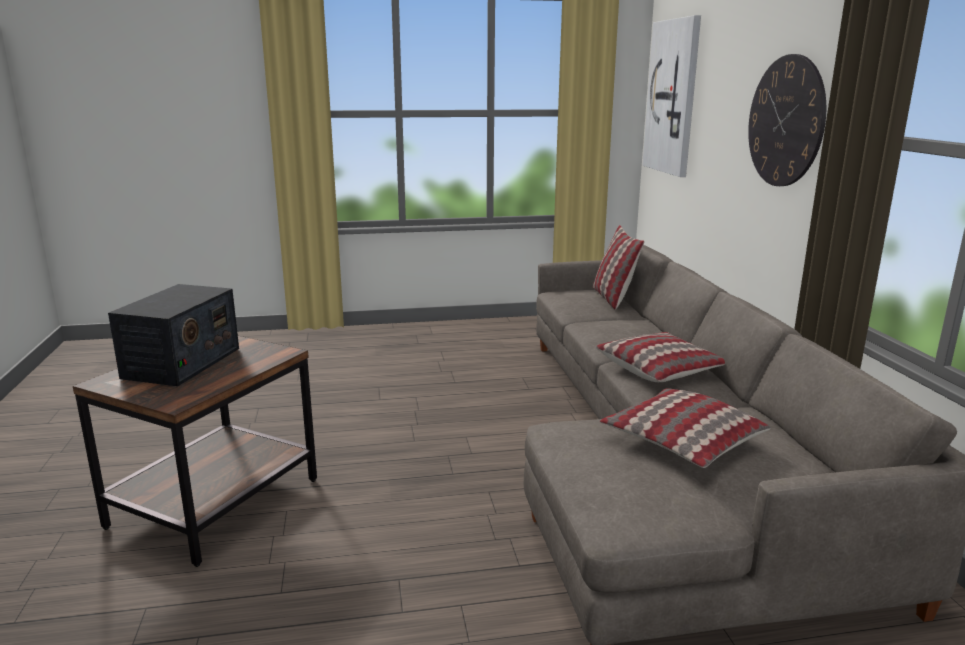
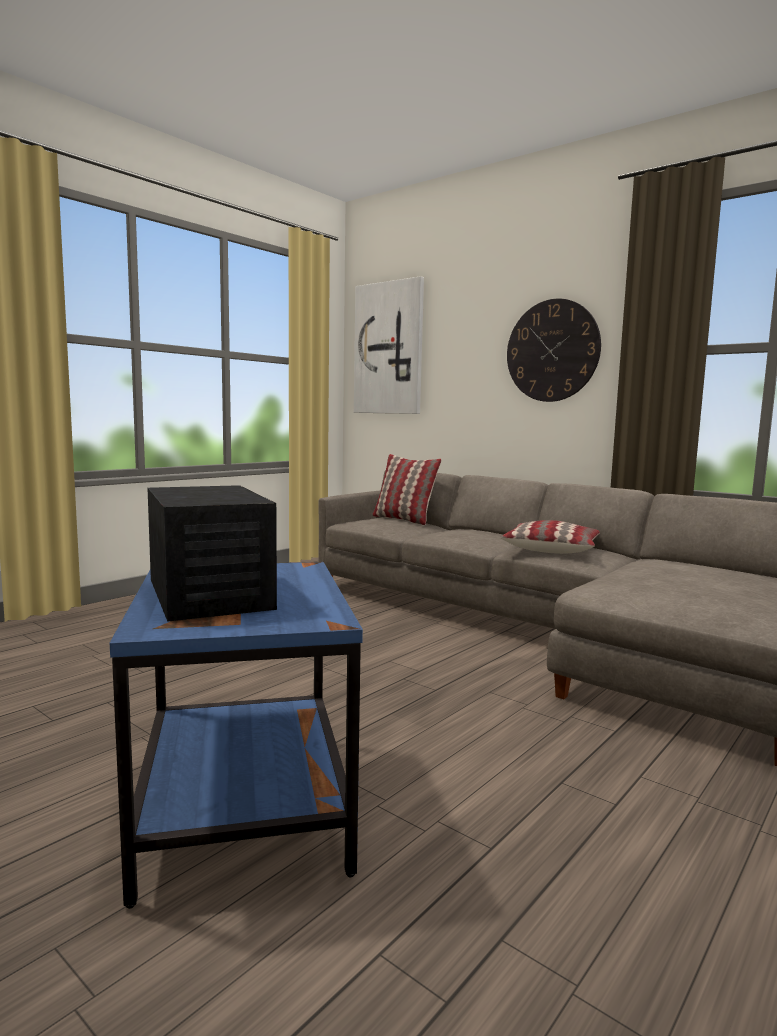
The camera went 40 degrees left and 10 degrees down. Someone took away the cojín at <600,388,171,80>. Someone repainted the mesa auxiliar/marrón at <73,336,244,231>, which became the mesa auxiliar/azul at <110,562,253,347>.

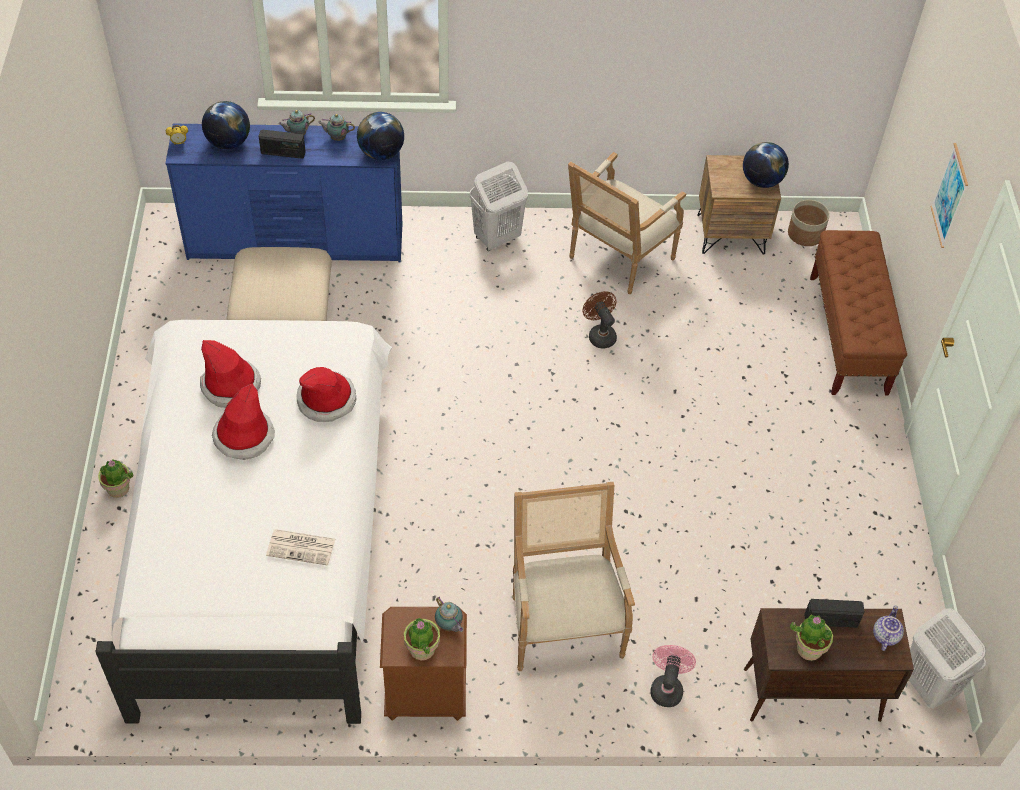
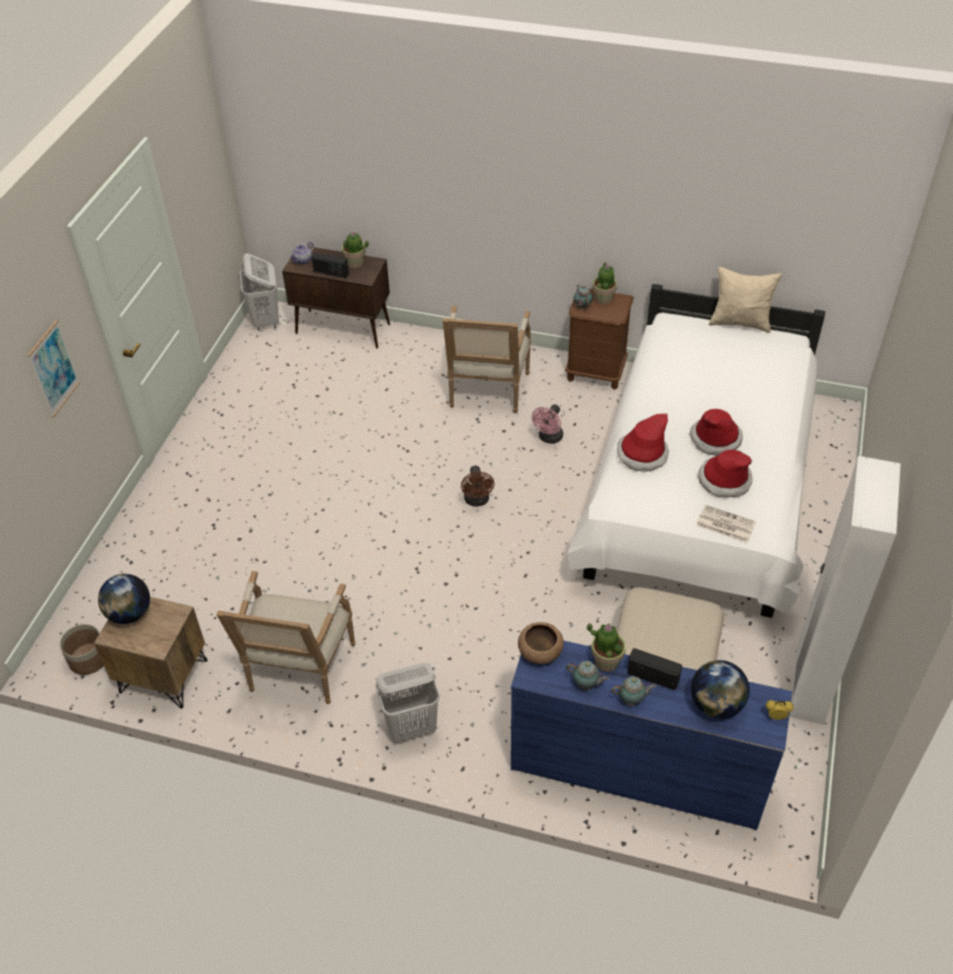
The camera went 160 degrees left and 5 degrees down. Someone took away the banco/marrón at <810,230,97,166>. Someone put down the cojín/beis at <709,267,73,66>. Someone put down the armario ropero/blanco at <790,456,111,269>. Someone carried the planta en maceta from <98,459,35,39> to <587,623,39,49>. Someone carried the periódico from <266,529,69,37> to <696,505,60,38>. Someone carried the ventilador/marrón from <583,291,34,58> to <461,466,33,40>. Someone carried the ventilador/rosa from <650,645,46,62> to <532,404,31,40>. Someone swapped the globo terráqueo at <357,112,47,48> for the cuenco/marrón at <518,622,46,42>. Someone rotated the sillón at <568,152,118,142> by 135 degrees clockwise.

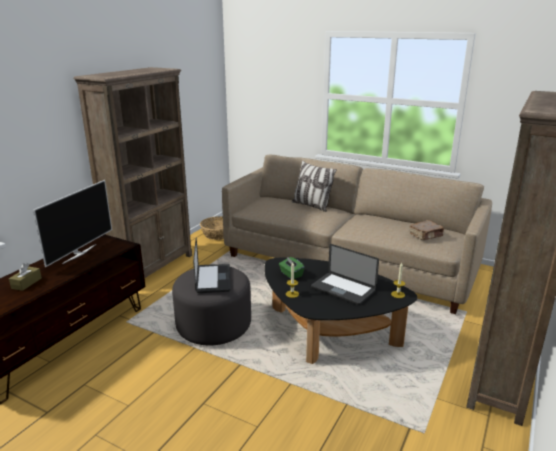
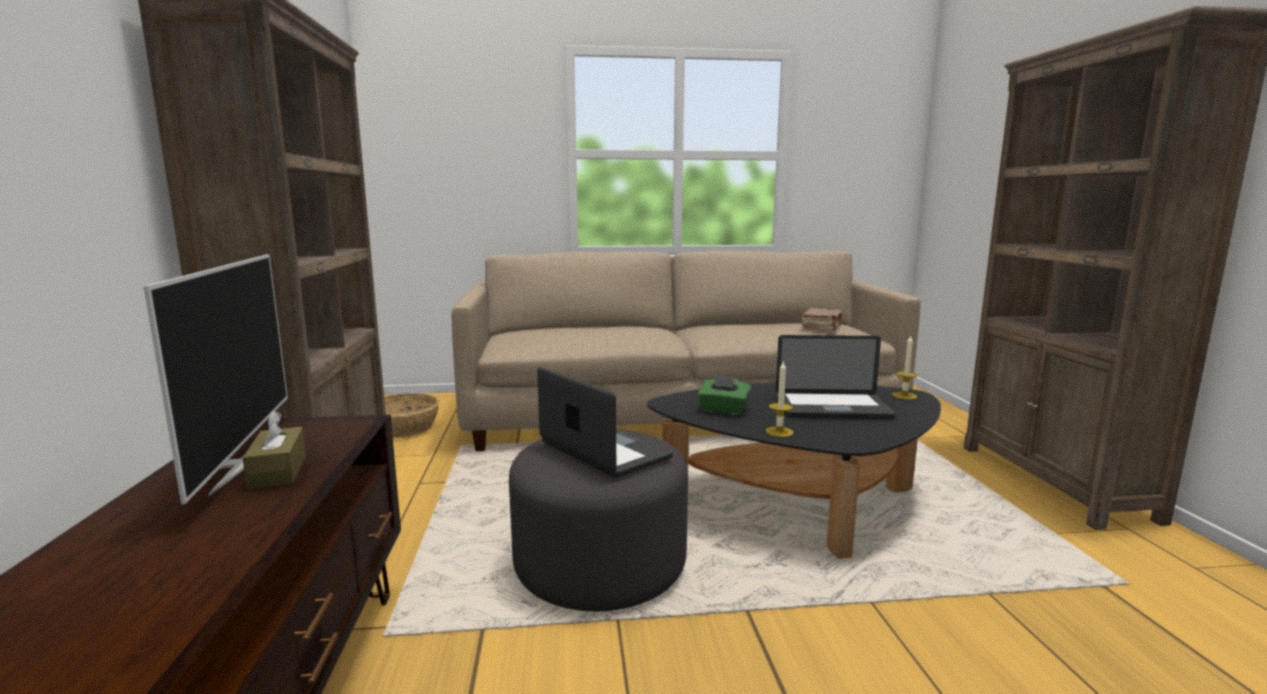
The camera went 35 degrees left and 10 degrees down. Someone took away the cojín at <292,161,45,51>. Someone carried the caja de pañuelos/marrón from <9,263,33,28> to <242,410,64,79>.

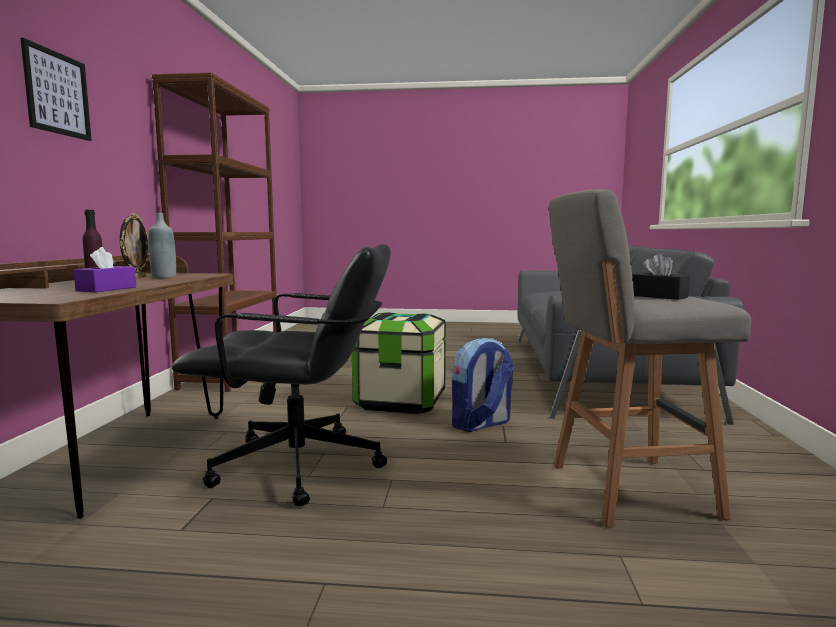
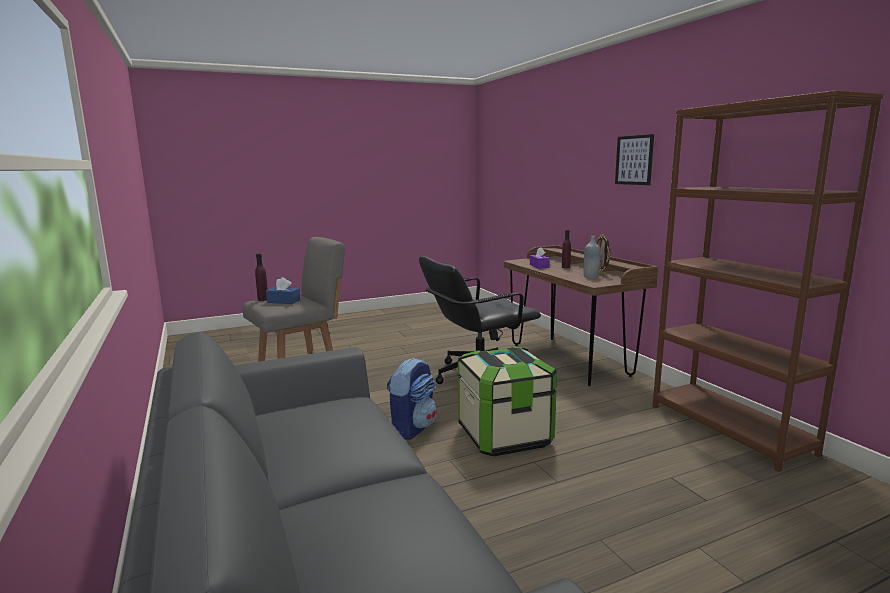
The camera went 150 degrees right and 5 degrees up. Someone put down the botella/morado at <255,254,13,47>. Someone repainted the caja de pañuelos/negro at <632,253,58,47>, which became the caja de pañuelos/azul at <266,277,34,27>.

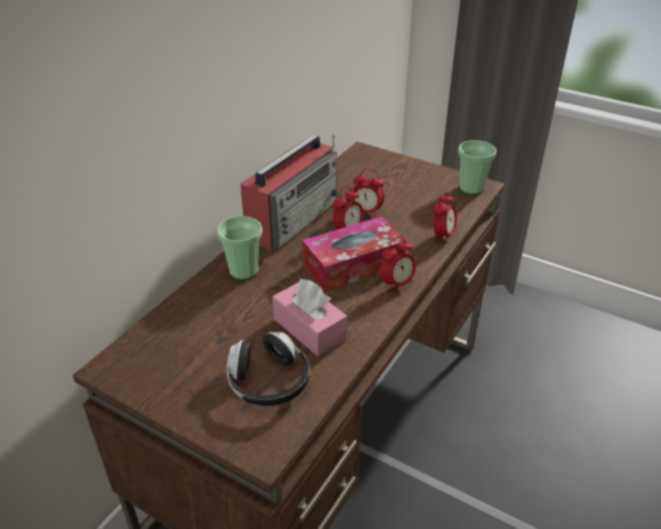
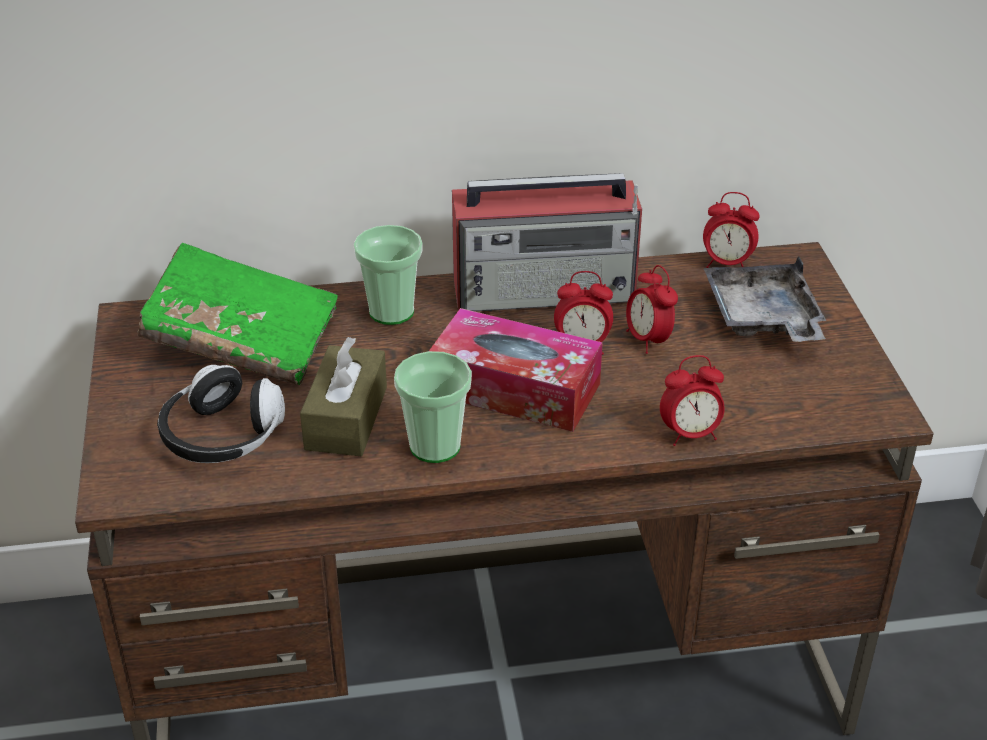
The camera went 50 degrees right and 0 degrees up. Someone put down the libro/verde at <137,243,201,142>. Someone put down the bandeja/gris at <704,256,122,86>. Someone carried the despertador from <380,237,36,56> to <703,192,57,76>. Someone carried the taza from <458,140,39,55> to <394,351,78,112>. Someone repainted the caja de pañuelos/rosa at <272,279,75,77>, which became the caja de pañuelos/marrón at <300,337,87,119>.

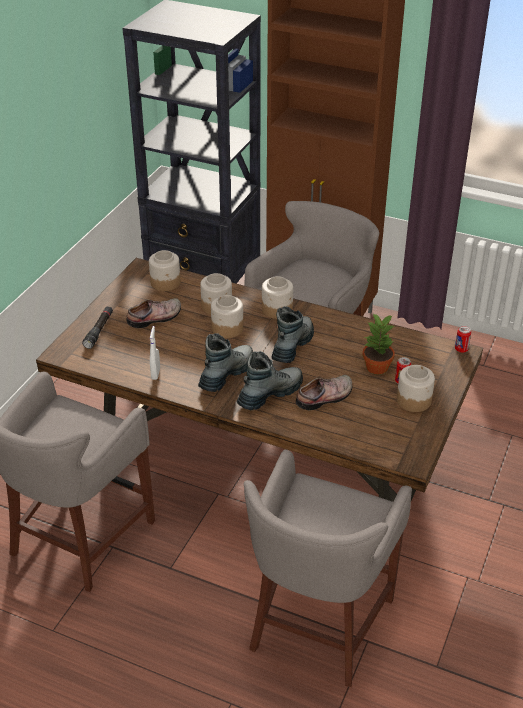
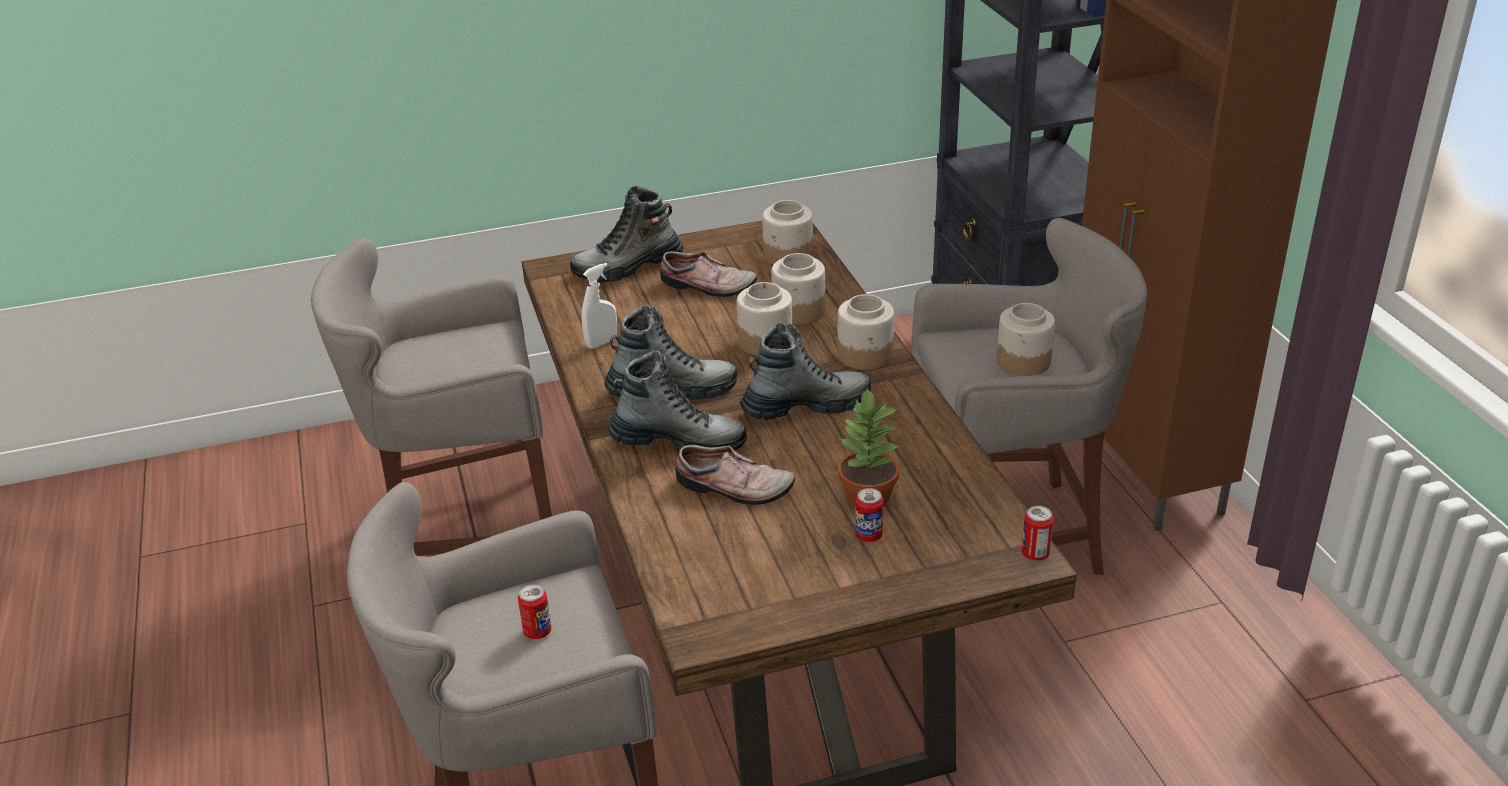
The camera went 50 degrees right and 5 degrees down. Someone put down the lata at <518,584,33,55>. Someone carried the tarro from <397,365,38,47> to <997,303,58,73>. Someone swapped the linterna/negro at <82,306,31,43> for the bota at <570,186,114,97>.

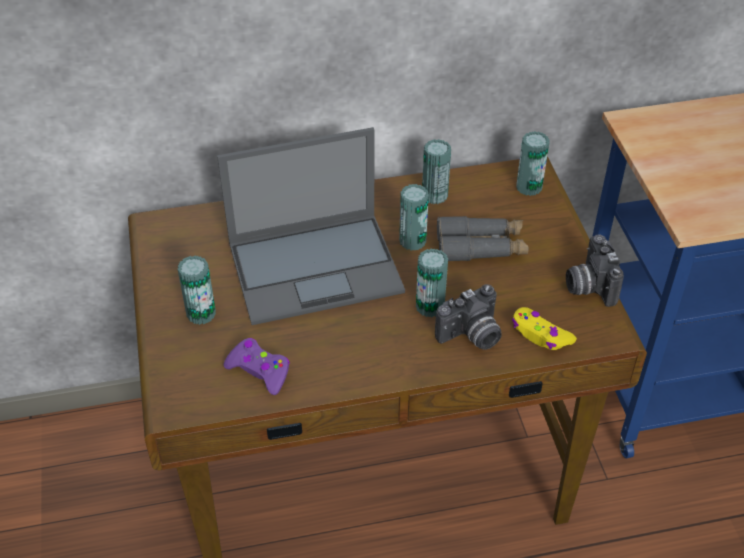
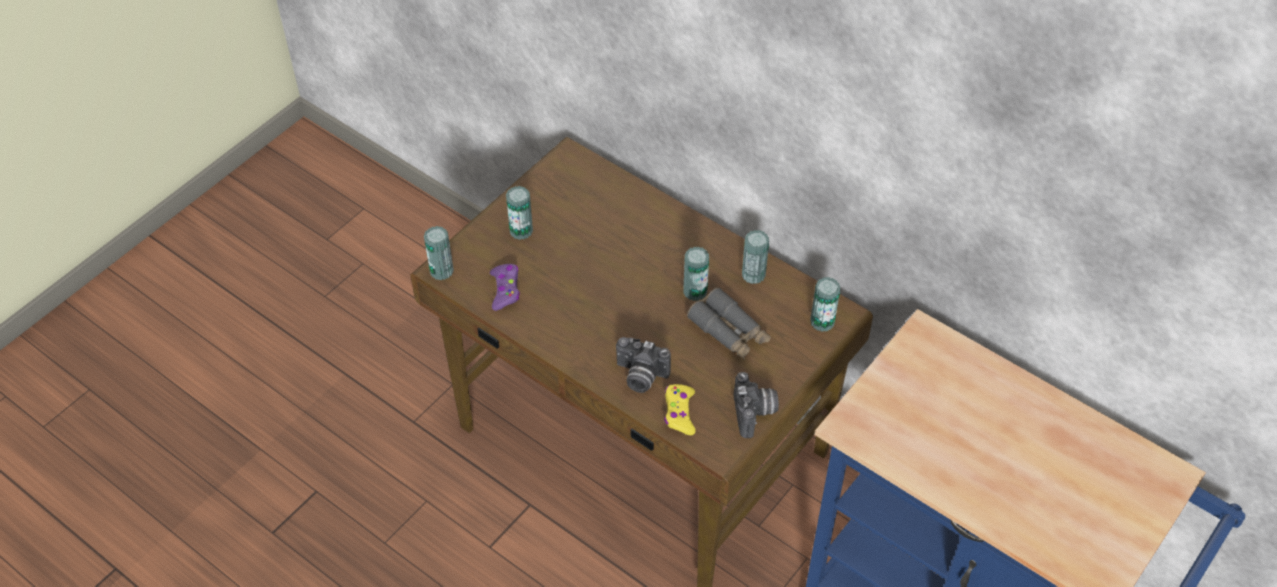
The camera went 50 degrees right and 5 degrees up. Someone took away the portátil at <217,127,188,198>. Someone carried the lata from <416,248,32,69> to <424,226,30,54>. Someone rotated the cámara at <566,235,58,72> by 135 degrees clockwise.

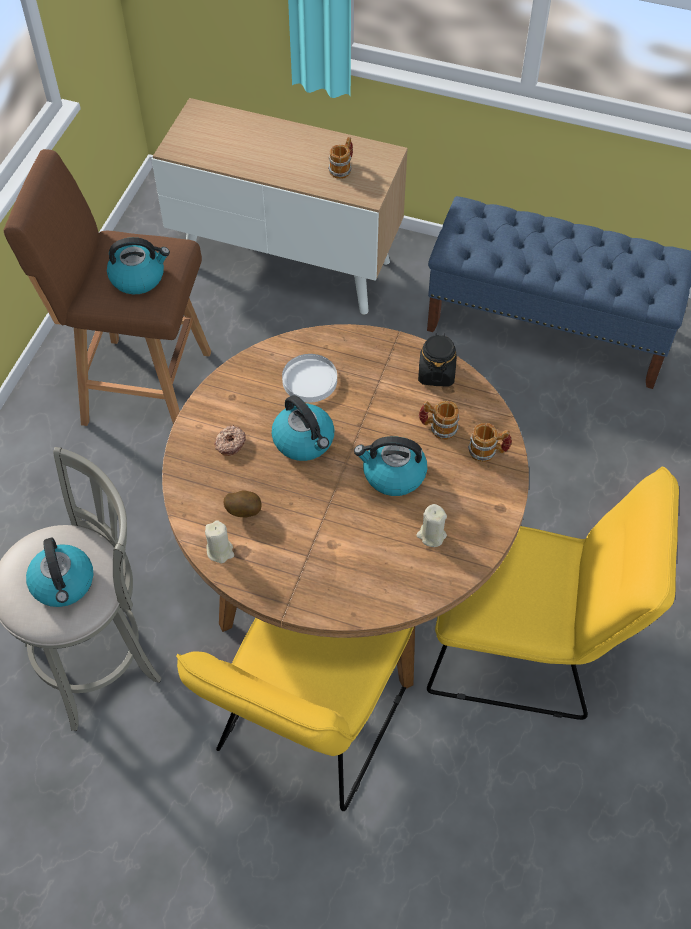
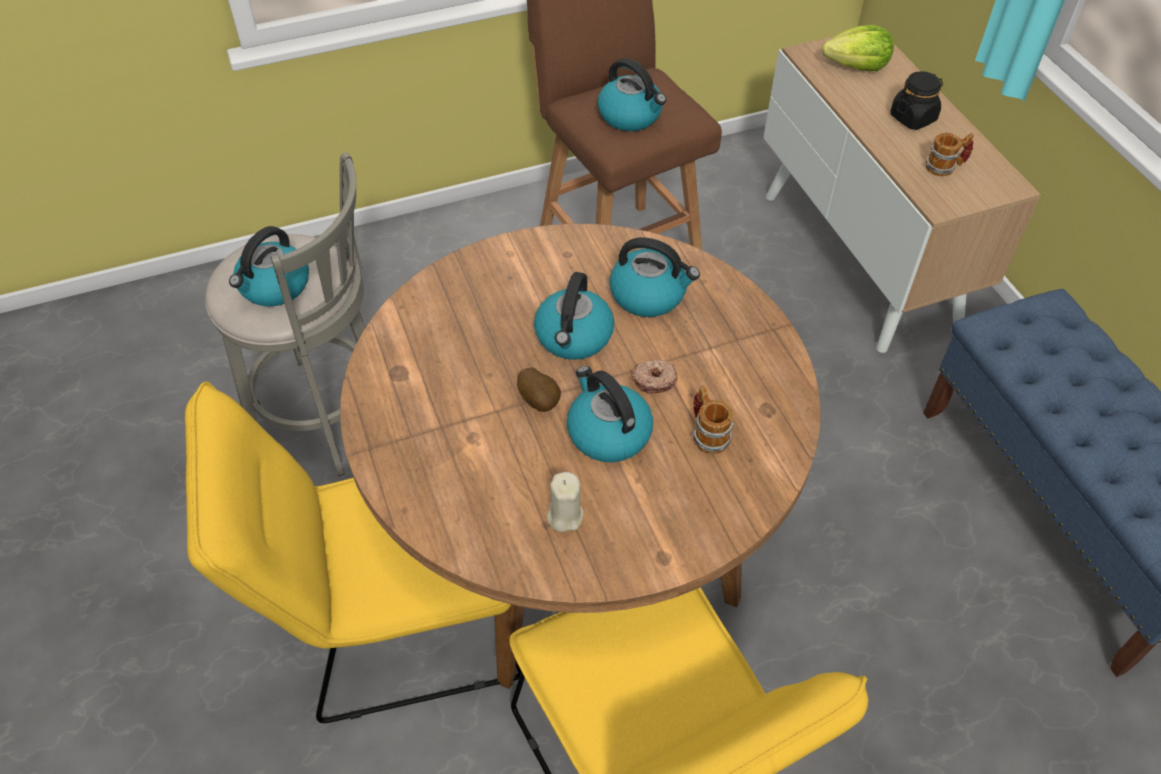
The camera went 50 degrees right and 5 degrees down. Someone took away the vela/beis at <205,520,29,43>. Someone took away the taza grande at <468,423,44,39>. Someone put down the lechuga at <822,25,72,46>. Someone carried the rosquilla from <214,425,32,31> to <632,360,45,34>. Someone carried the patata from <224,490,38,27> to <517,367,44,45>. Someone carried the tarro/negro from <418,333,39,54> to <890,71,53,59>. Someone swapped the plato/blanco at <282,354,55,49> for the hervidor at <609,237,91,80>.

